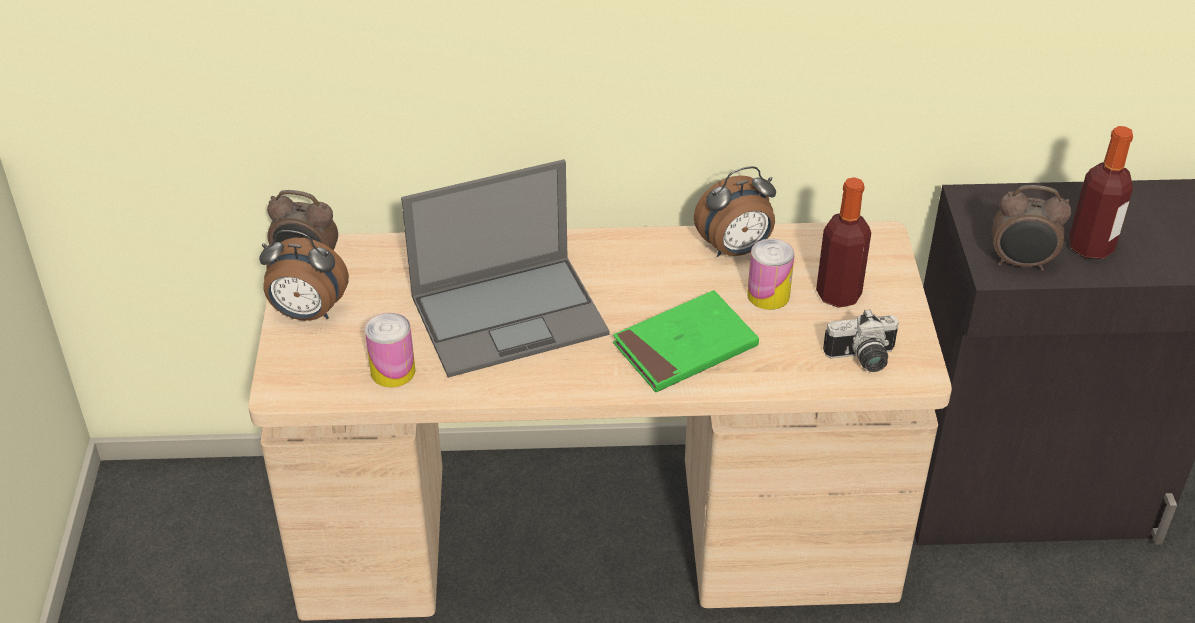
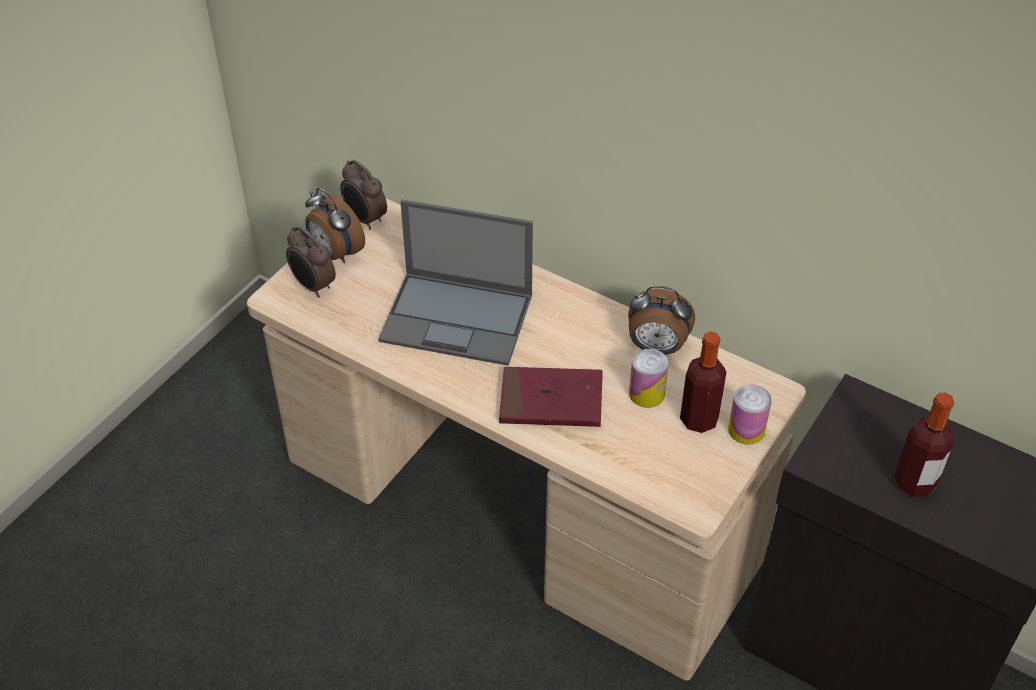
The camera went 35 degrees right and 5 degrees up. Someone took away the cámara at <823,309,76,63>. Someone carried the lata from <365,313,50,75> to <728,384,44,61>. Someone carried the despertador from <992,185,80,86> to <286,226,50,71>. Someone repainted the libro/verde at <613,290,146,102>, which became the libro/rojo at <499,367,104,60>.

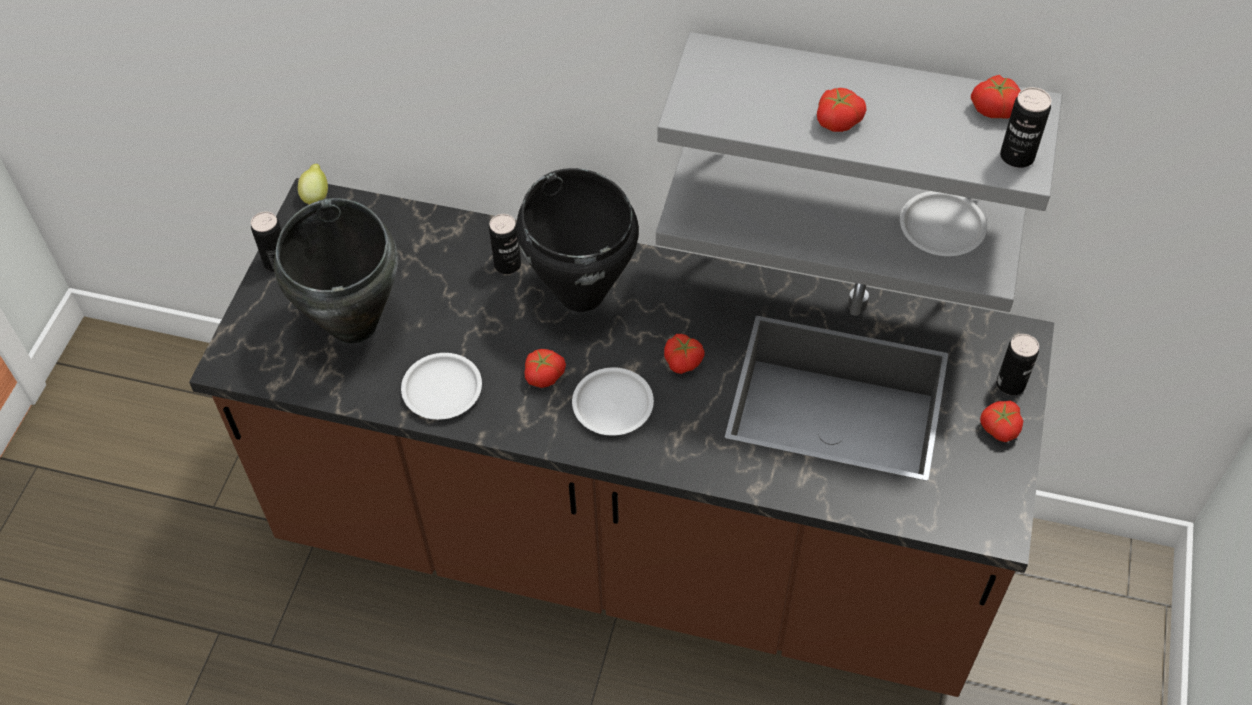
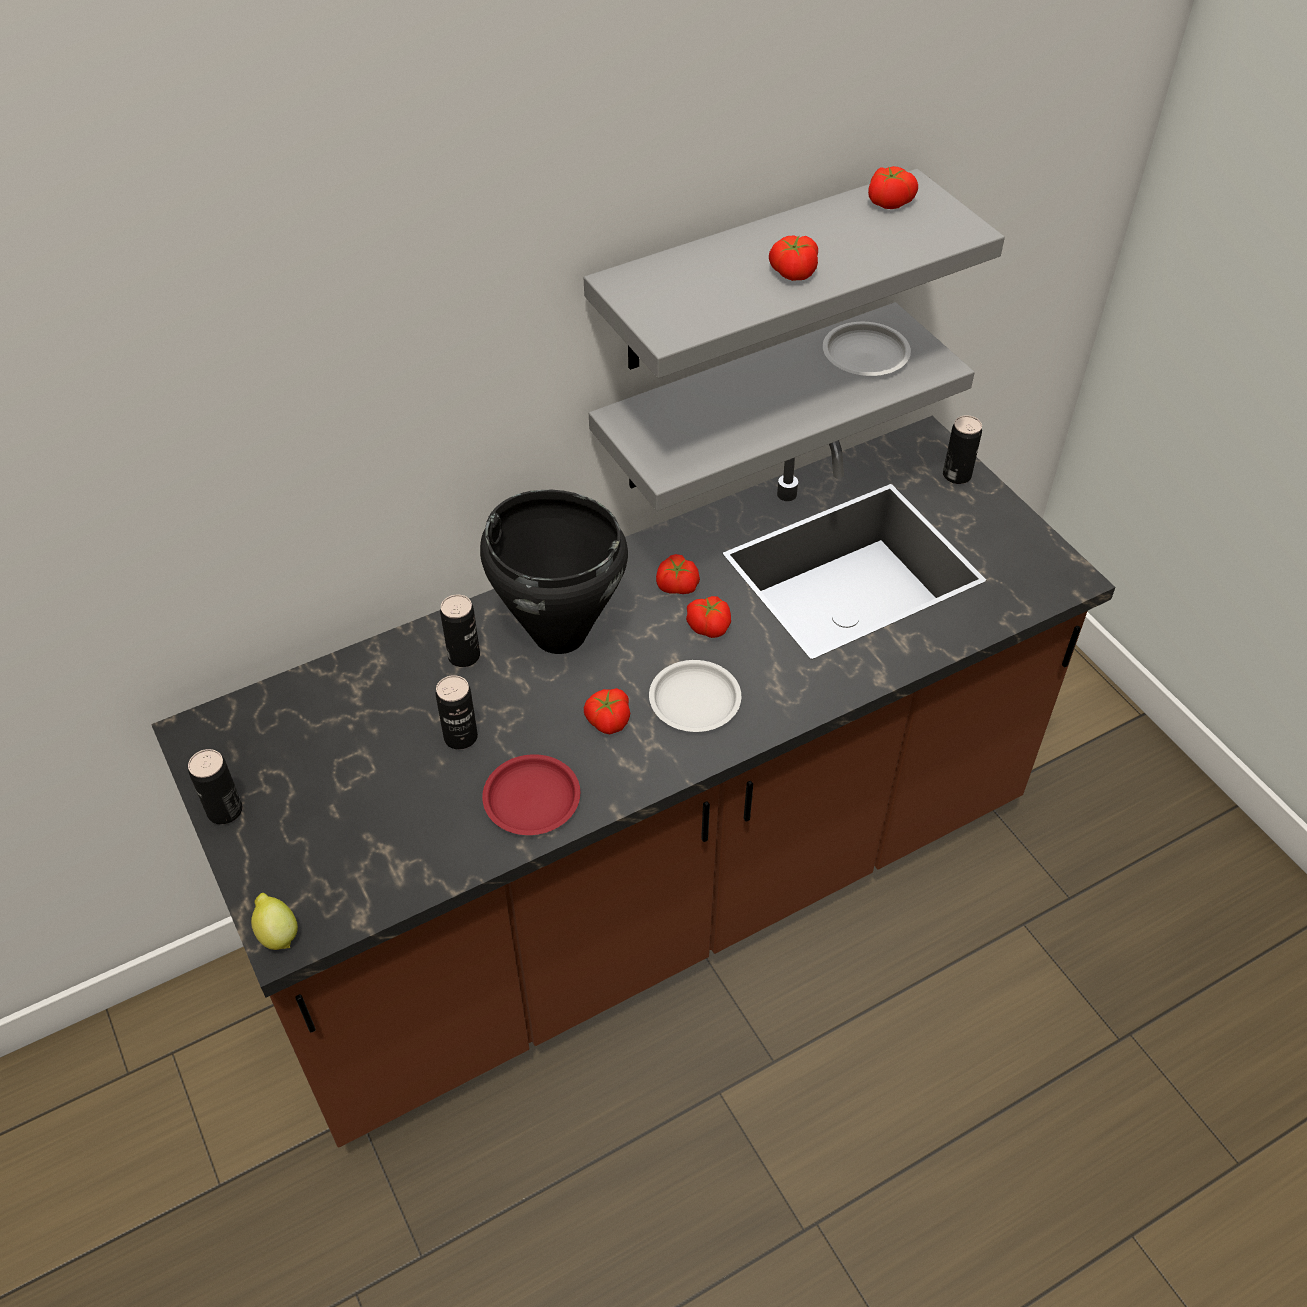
The camera went 45 degrees left and 5 degrees down. Someone took away the olla/negro at <274,198,124,145>. Someone carried the limón from <298,164,30,40> to <251,893,47,57>. Someone carried the tomate from <980,401,43,41> to <656,554,44,40>. Someone carried the lata from <1000,87,51,81> to <436,675,42,75>. Someone repainted the plato/blanco at <401,353,81,67>, which became the plato/rojo at <482,754,98,81>.

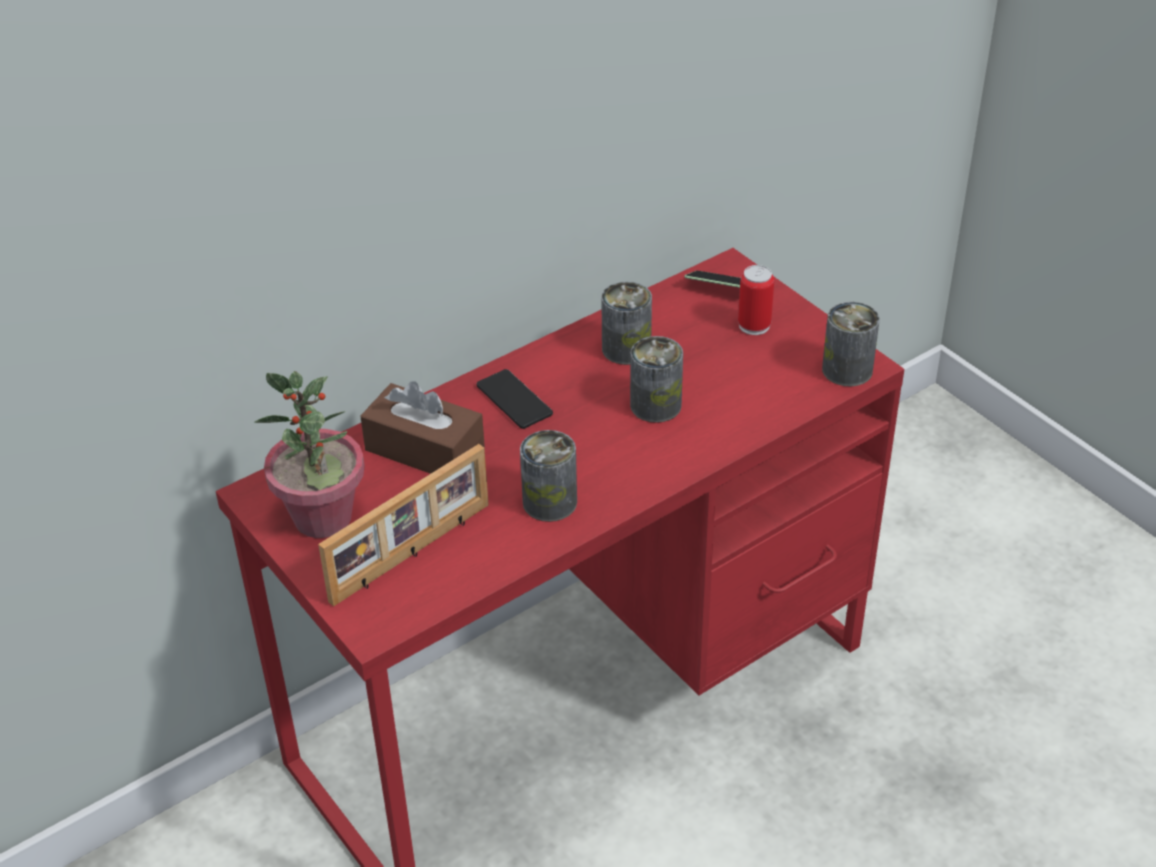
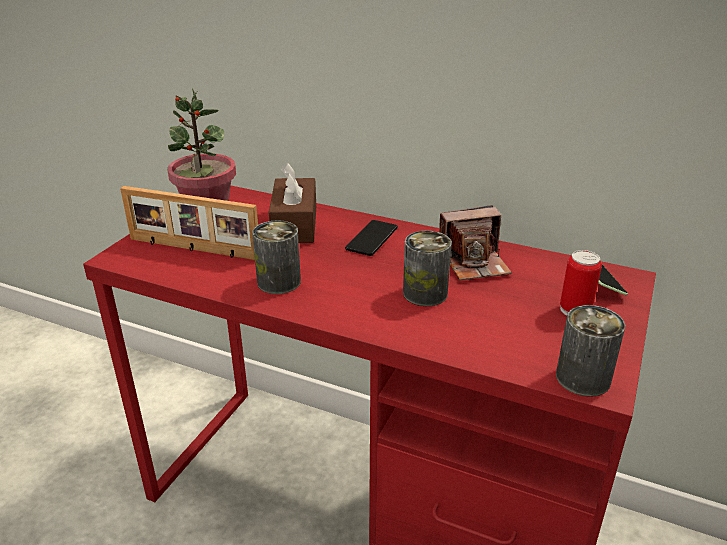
The camera went 60 degrees right and 10 degrees down. Someone swapped the lata at <601,281,51,84> for the cámara at <439,205,73,76>.

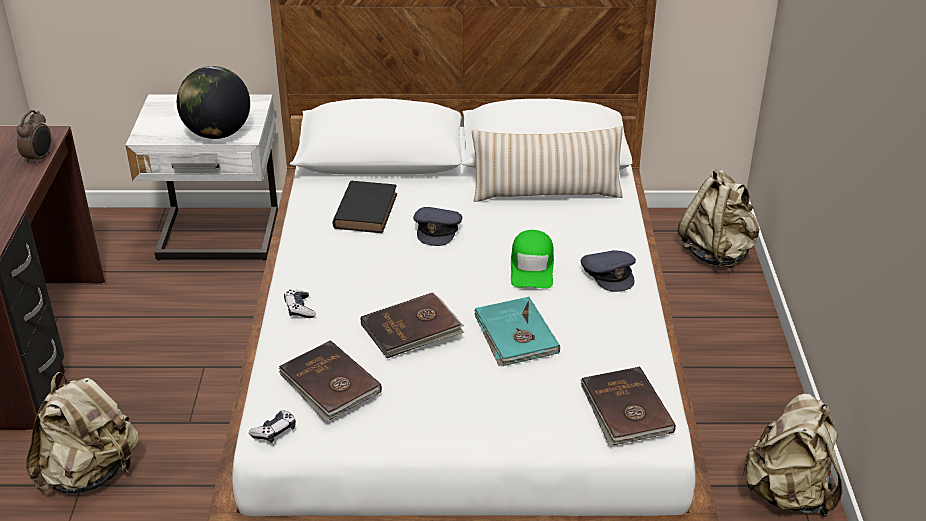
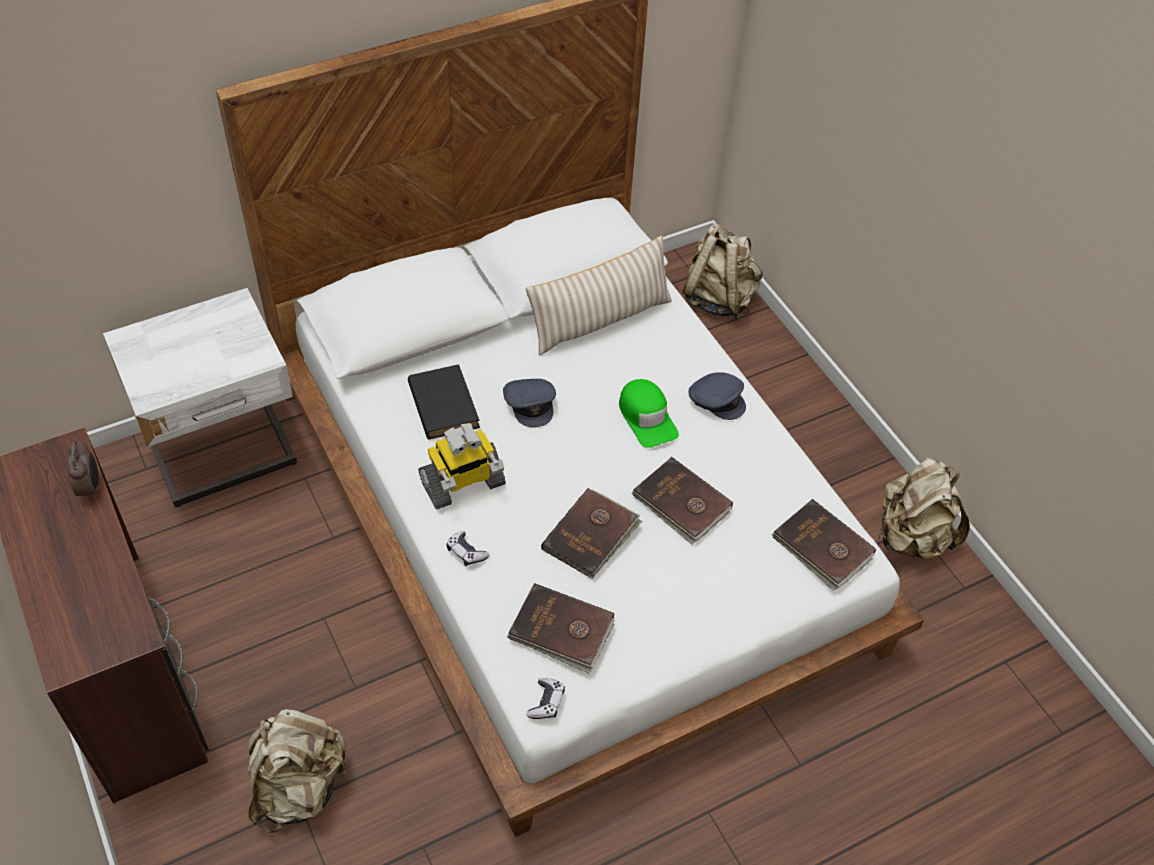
The camera went 30 degrees left and 15 degrees up. Someone took away the globo terráqueo at <177,66,73,73>. Someone put down the robot de juguete at <418,423,88,86>. Someone repainted the libro/turquesa at <474,297,86,69>, which became the libro/marrón at <632,457,101,87>.

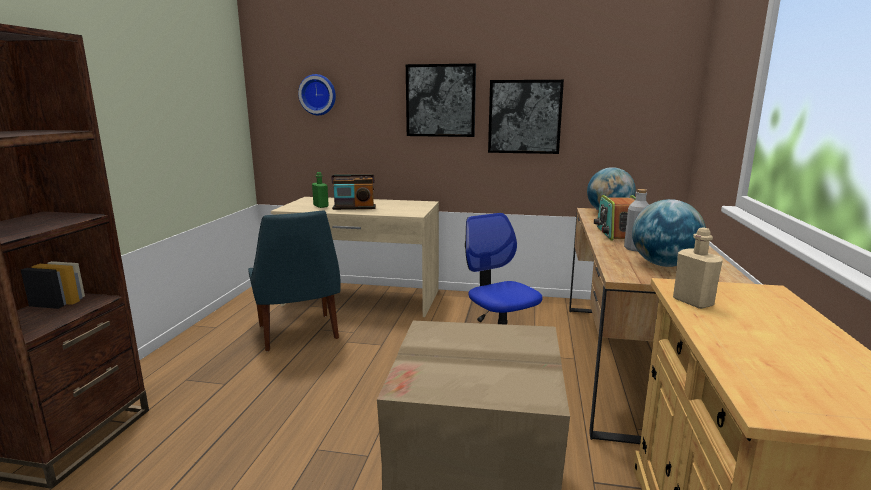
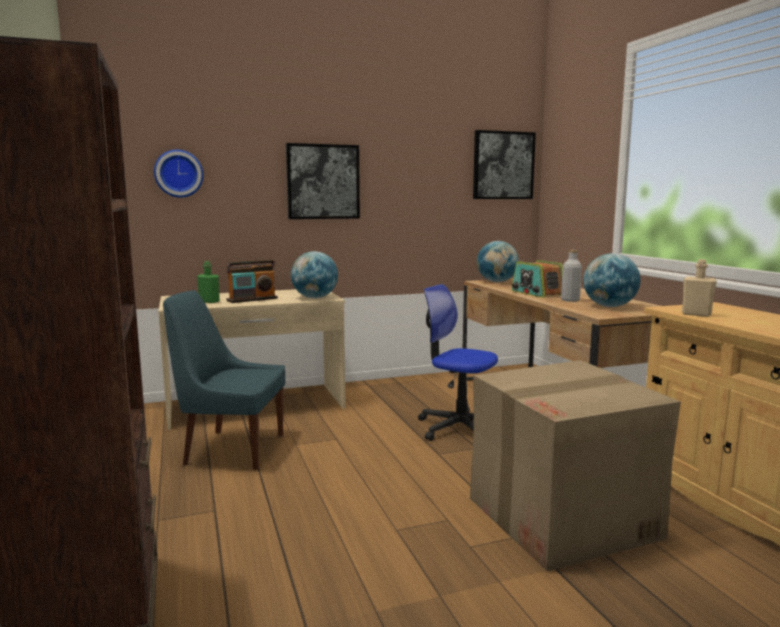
The camera went 30 degrees left and 5 degrees down. Someone put down the globo terráqueo at <291,251,47,47>. Someone carried the cuadro from <488,80,76,74> to <473,130,63,69>. Someone rotated the silla/azul at <248,210,93,141> by 150 degrees clockwise.

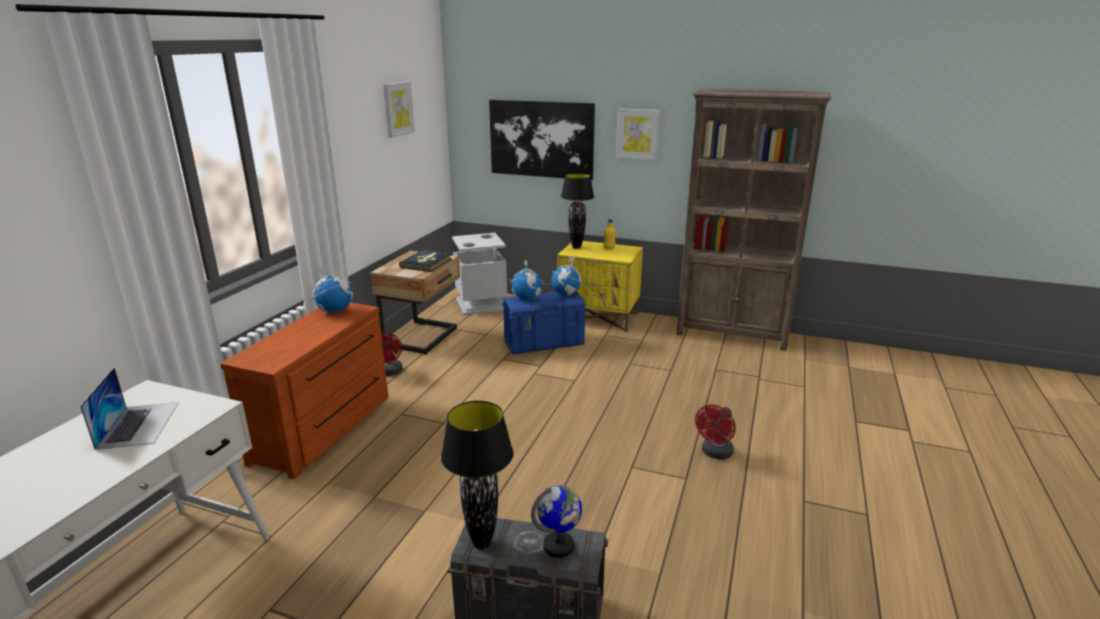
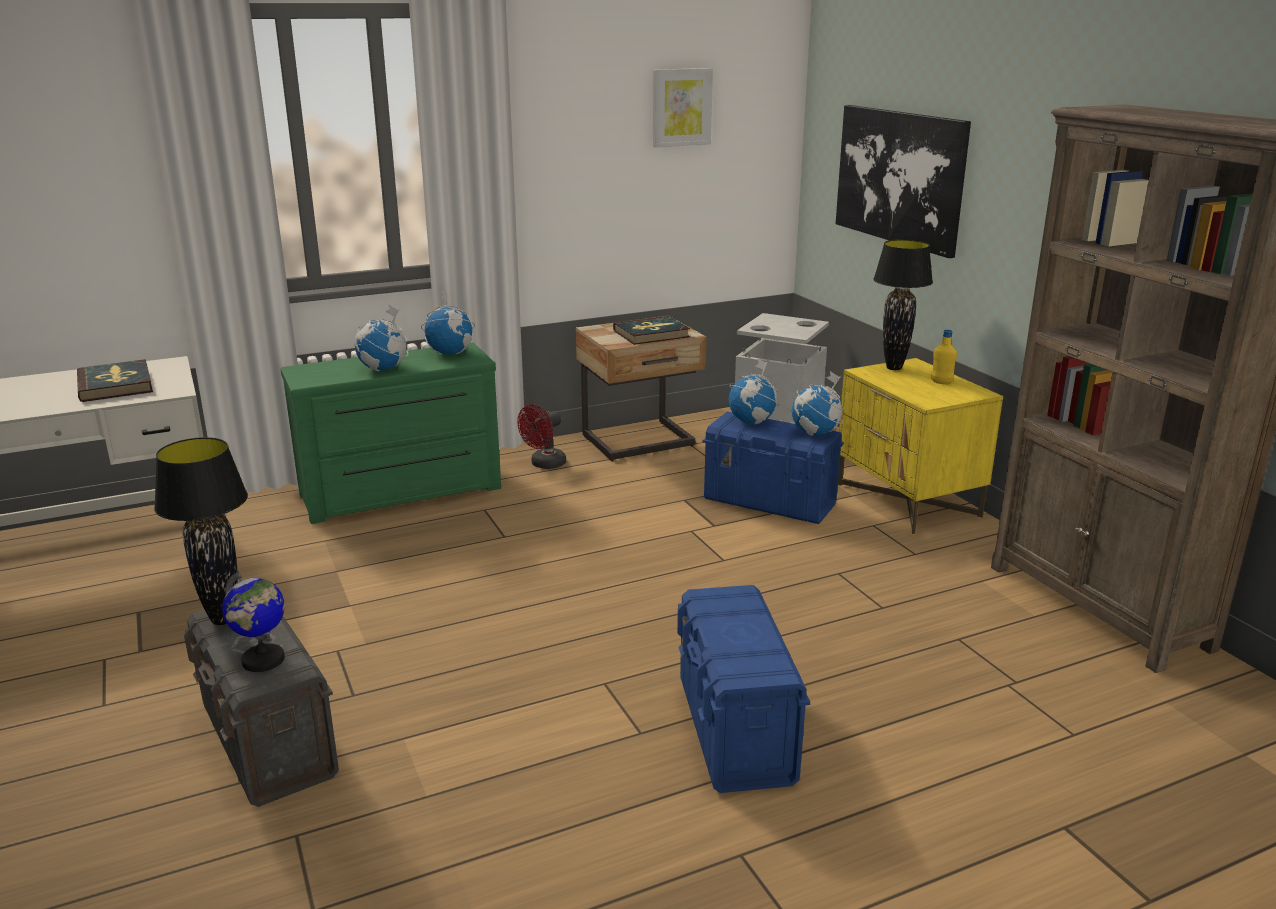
The camera went 45 degrees right and 0 degrees up. Someone took away the cuadro at <616,108,44,52>. Someone put down the globo terráqueo at <355,304,54,67>. Someone swapped the portátil at <80,368,99,82> for the libro at <77,359,76,43>. Someone swapped the ventilador/rojo at <695,404,41,55> for the caja de almacenaje/azul at <677,585,133,208>. Someone repainted the cómoda/marrón at <221,303,167,176>, which became the cómoda/verde at <280,342,221,182>.

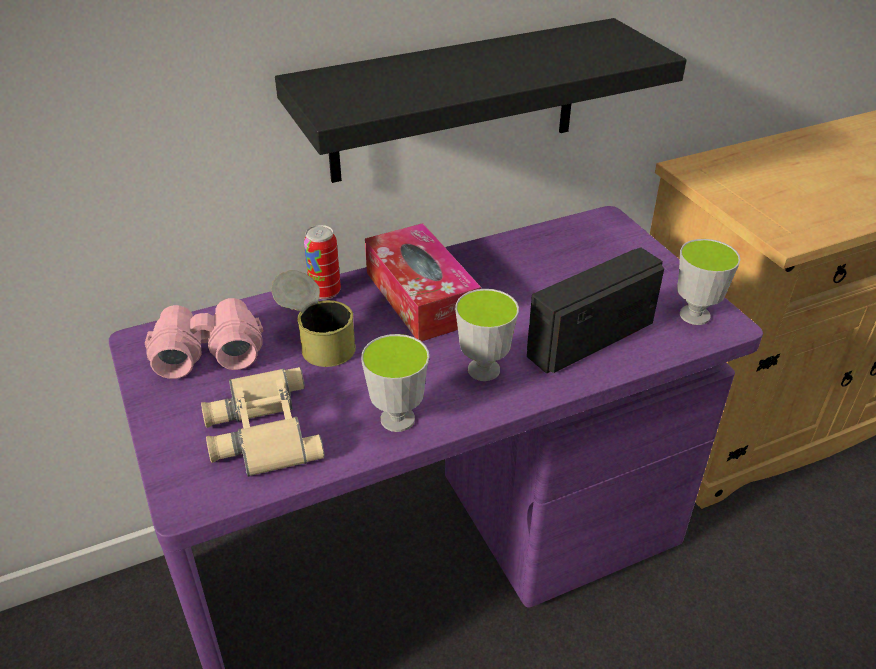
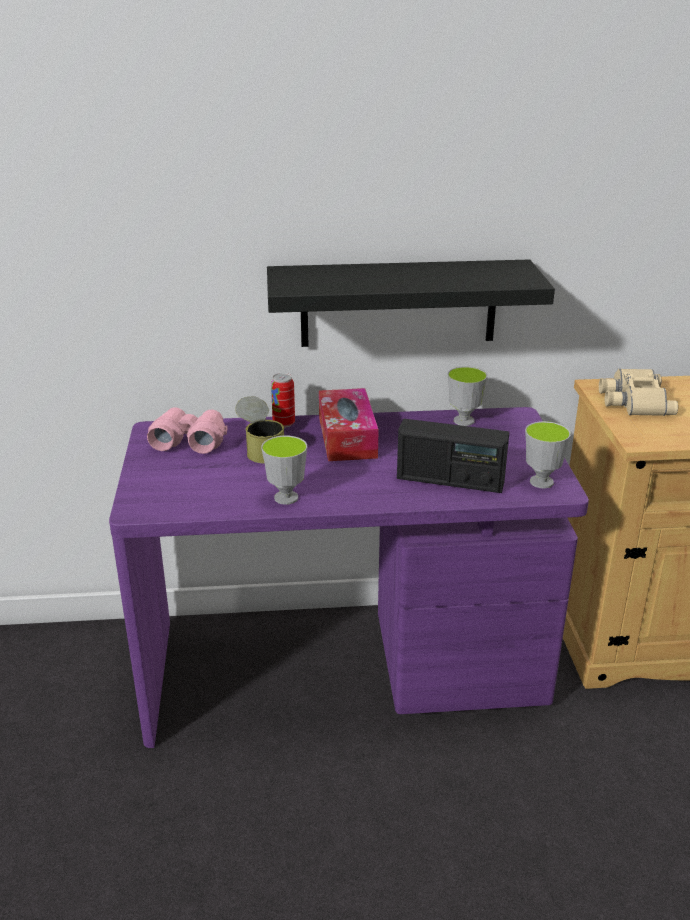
The camera went 20 degrees right and 10 degrees down. Someone carried the prismáticos/beis from <201,367,124,110> to <599,369,79,47>. Someone carried the taza from <455,289,64,92> to <448,366,39,60>. Someone rotated the radio at <527,247,137,126> by 150 degrees counterclockwise.

